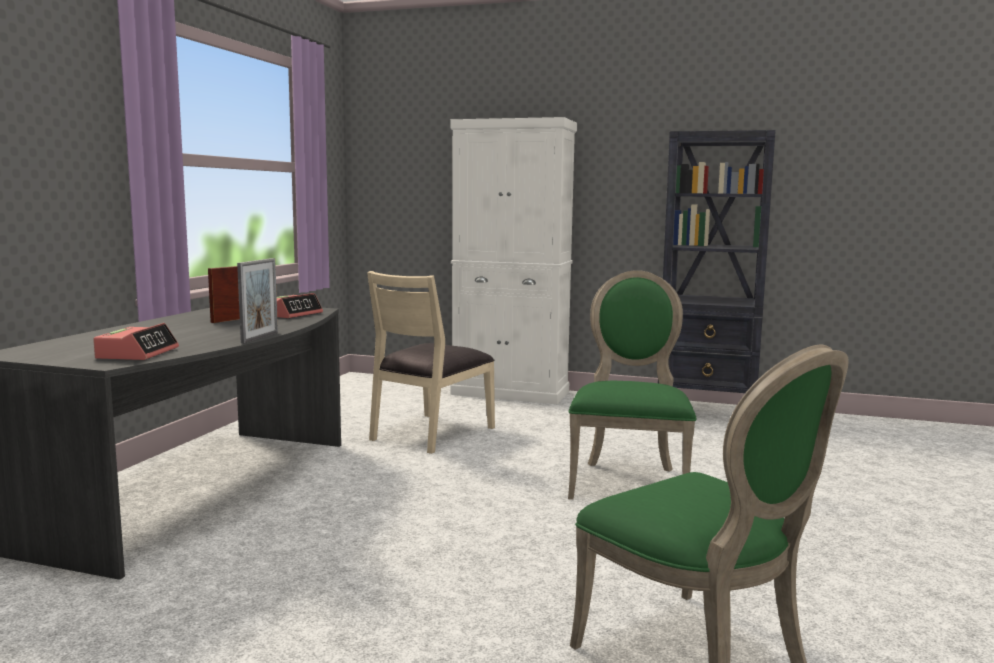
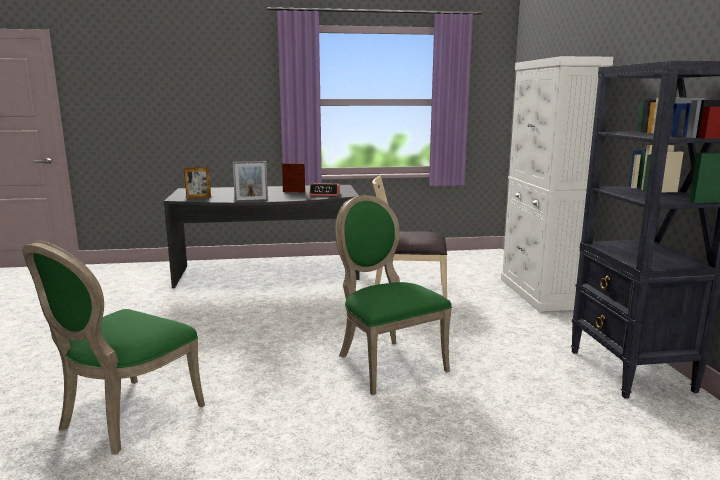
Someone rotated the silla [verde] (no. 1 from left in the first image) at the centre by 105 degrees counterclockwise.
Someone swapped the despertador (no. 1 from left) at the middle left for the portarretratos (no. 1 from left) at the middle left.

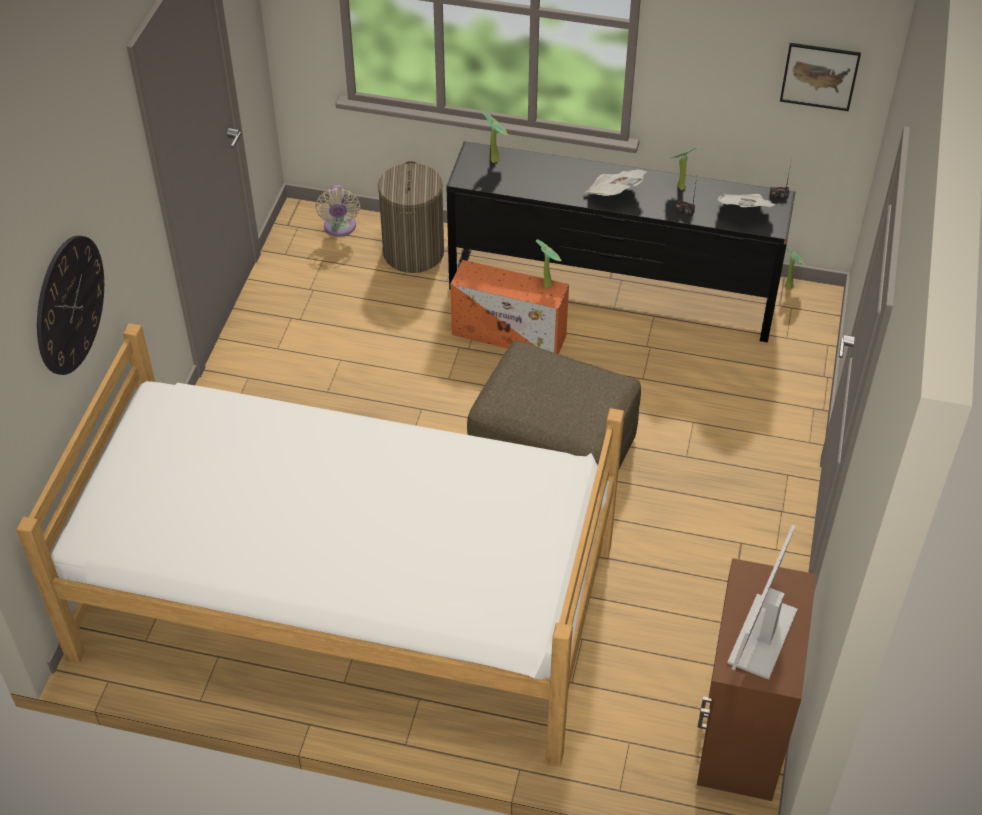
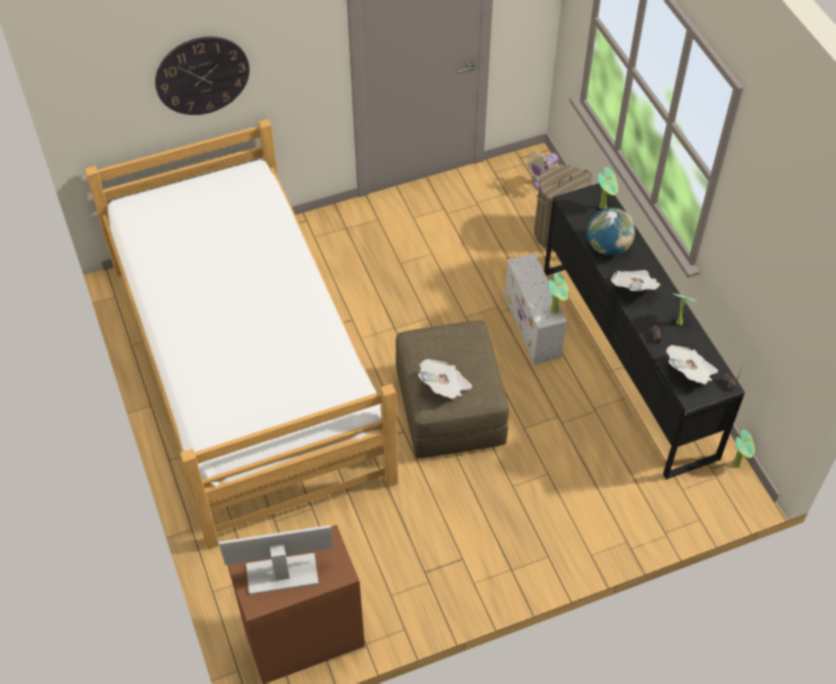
Someone took away the cuadro at the top right.
Someone repainted the caja de almacenaje [naranja] at the centre, which became the caja de almacenaje [blanco] at the centre.
Someone put down the globo terráqueo at the middle right.
Someone put down the periódico (no. 1 from left) at the centre.

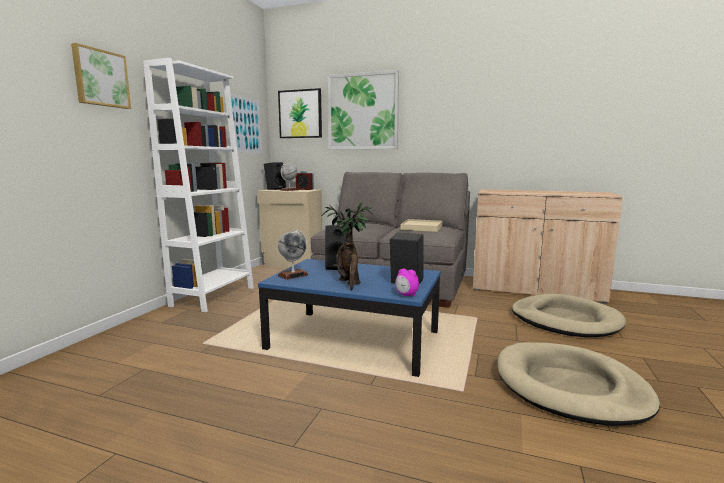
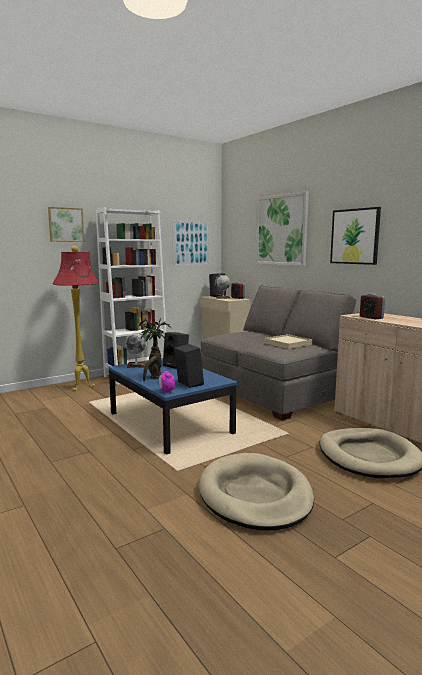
Someone carried the cuadro (no. 3 from left in the first image) from the top centre to the middle right.
Someone put down the lámpara de pie [rojo] at the middle left.
Someone put down the despertador (no. 3 from left) at the middle right.

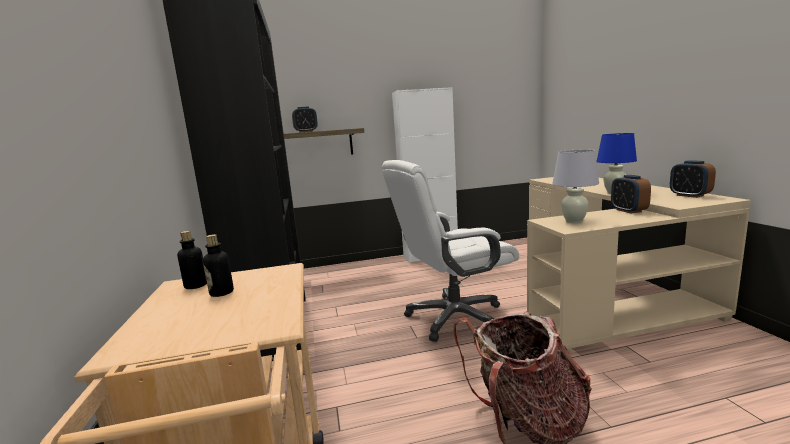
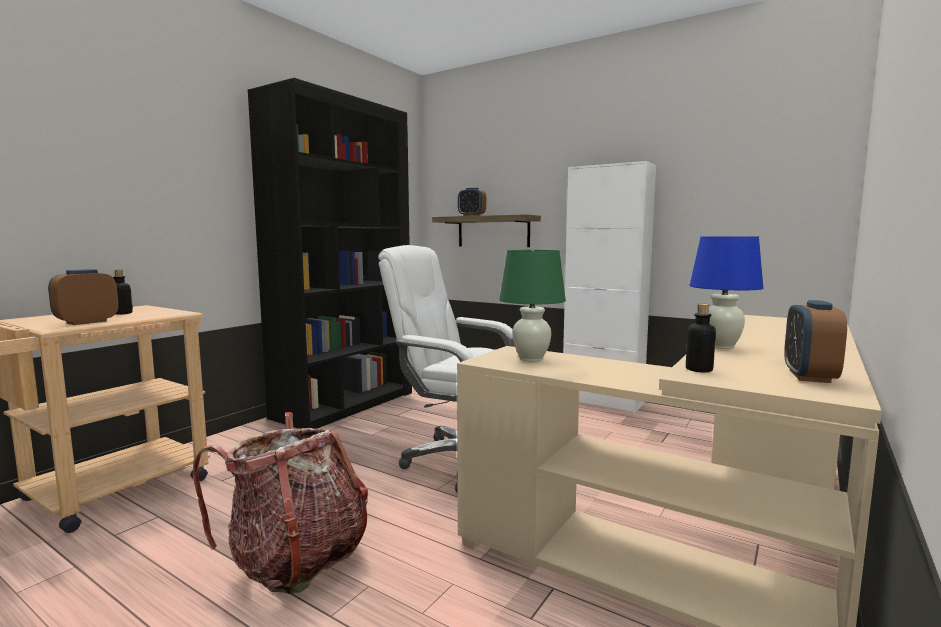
Someone repainted the lámpara de mesa [blanco] at the middle right, which became the lámpara de mesa [verde] at the centre.
Someone carried the despertador (no. 2 from left in the first image) from the middle right to the middle left.
Someone carried the botella (no. 1 from left in the first image) from the middle left to the middle right.

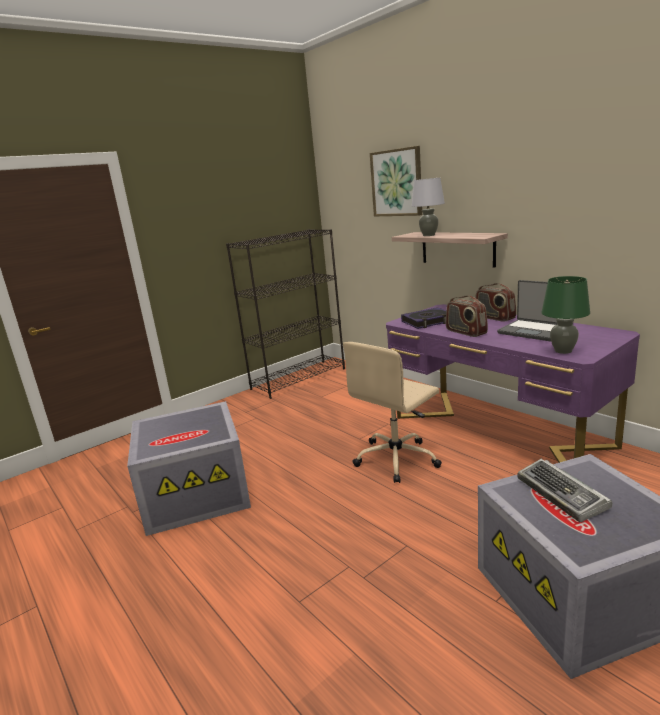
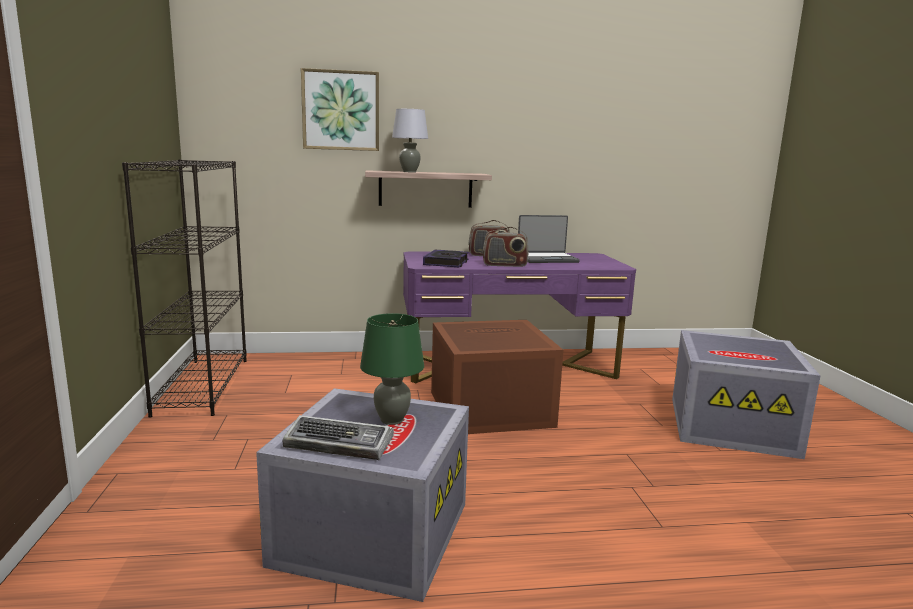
Someone carried the lámpara de mesa [verde] from the middle right to the centre.
Someone swapped the silla de oficina [beis] at the centre for the caja de almacenaje [marrón] at the centre.
Someone carried the teclado from the bottom right to the bottom centre.

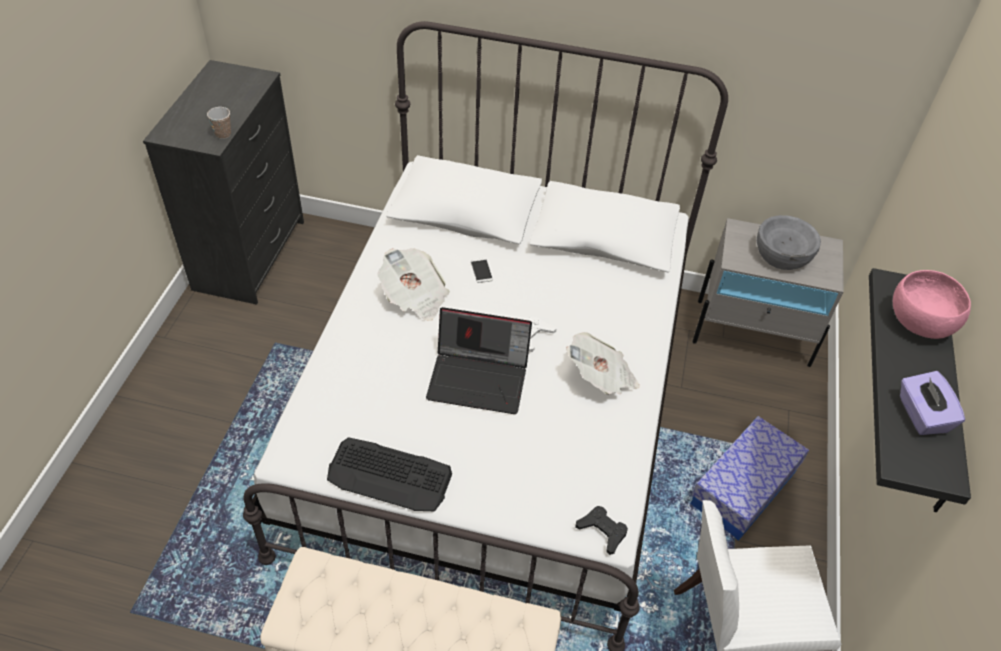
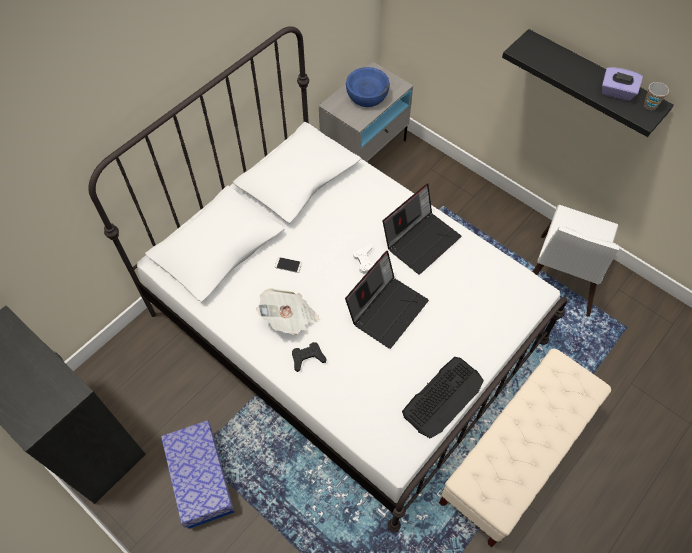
Someone carried the taza from the top left to the top right.
Someone repainted the cuenco [gris] at the middle right, which became the cuenco [azul] at the top centre.
Someone took away the cuenco [rosa] at the middle right.
Someone swapped the periódico (no. 2 from left) at the centre for the portátil (no. 2 from left) at the centre.
Someone carried the caja de almacenaje from the bottom right to the bottom left.
Someone carried the mando de consola [negro] from the bottom centre to the centre.

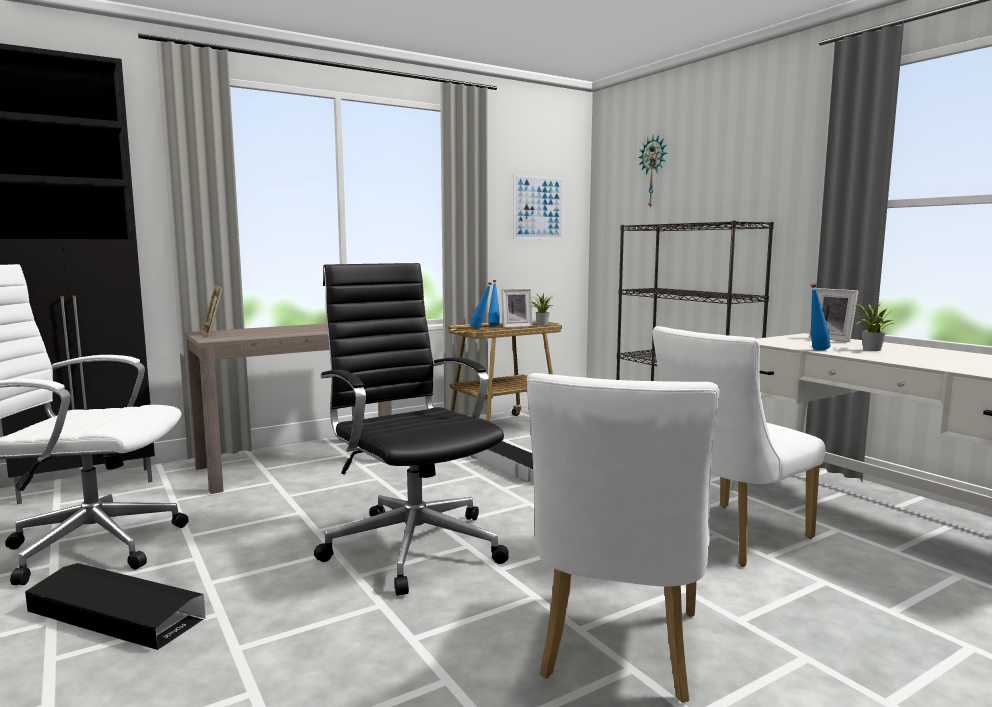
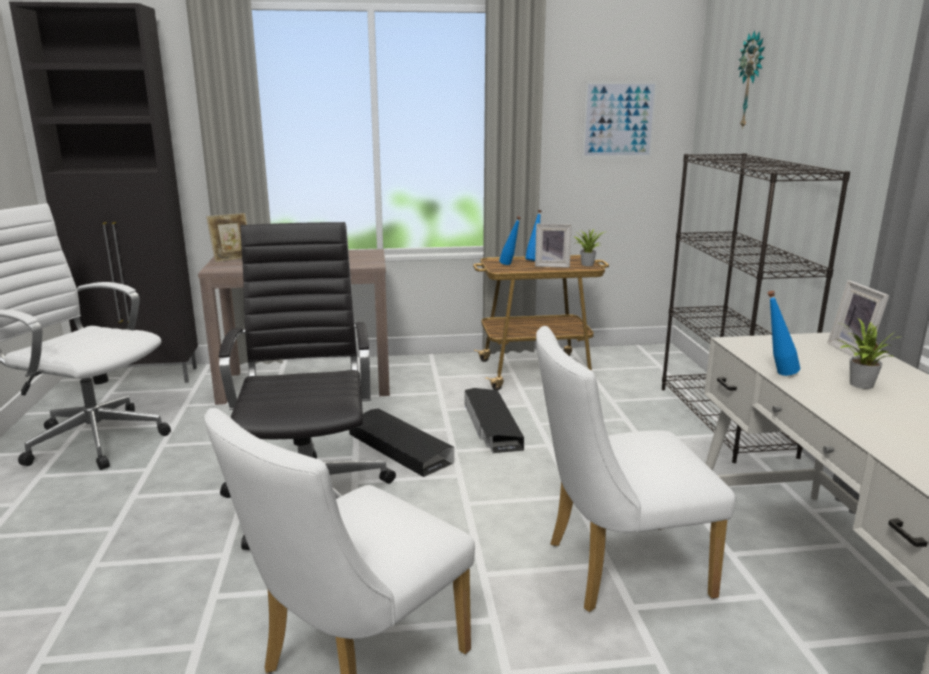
Someone rotated the portarretratos (no. 1 from left) at the middle left by 120 degrees counterclockwise.
Someone carried the caja de almacenaje [negro] (no. 1 from left) from the bottom left to the centre.

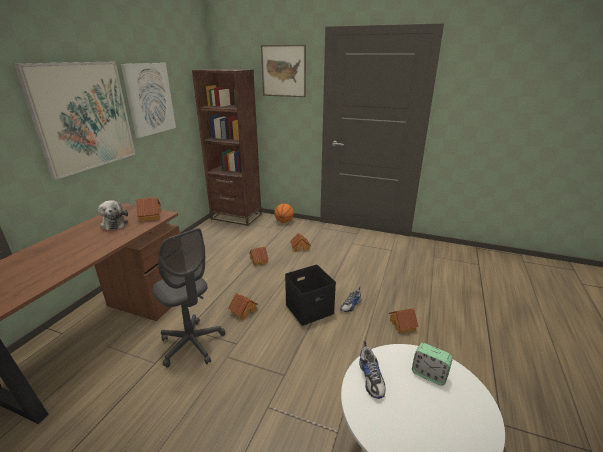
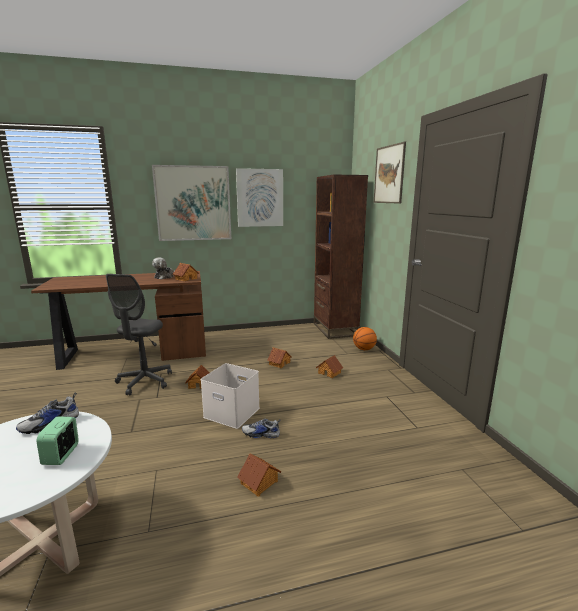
Someone repainted the caja de almacenaje [negro] at the centre, which became the caja de almacenaje [blanco] at the centre.

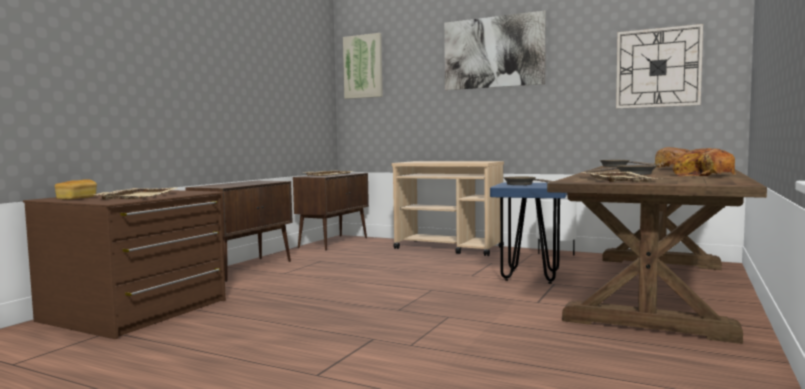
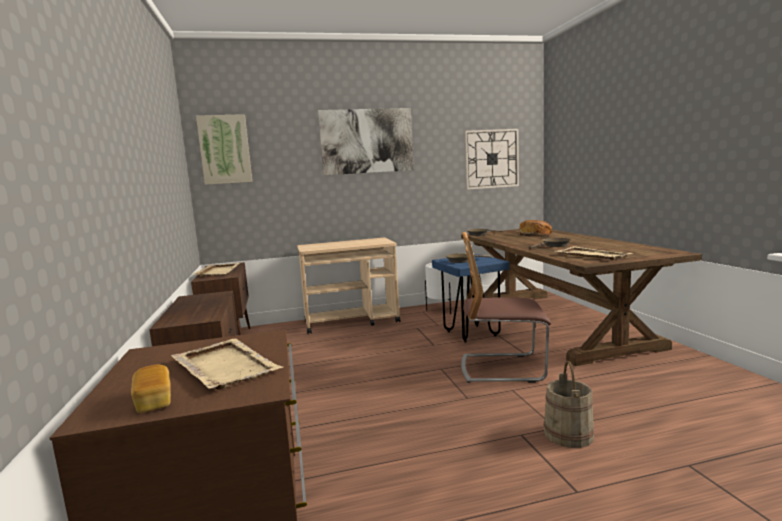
Someone took away the pan (no. 3 from left) at the middle right.
Someone put down the silla at the centre.
Someone put down the cubo [beis] at the bottom right.

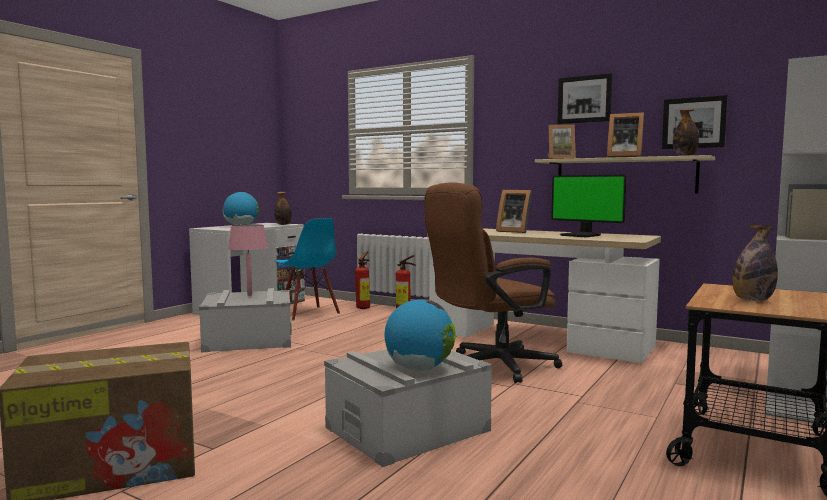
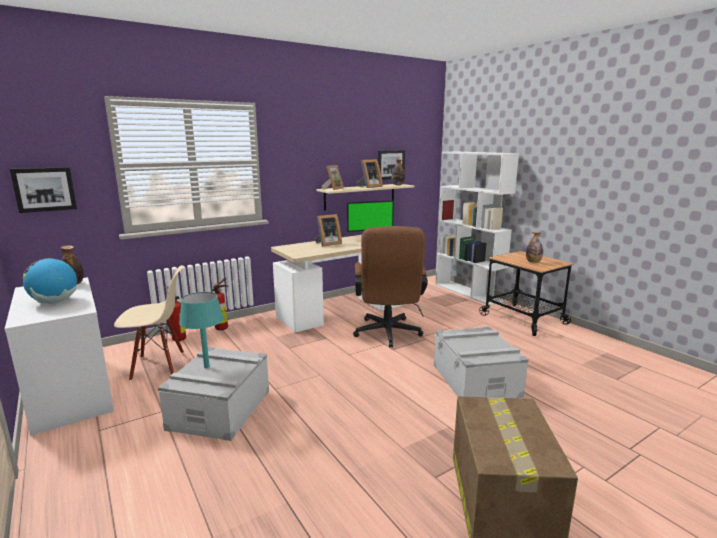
Someone carried the cuadro (no. 1 from left) from the top right to the middle left.
Someone repainted the silla [azul] at the centre, which became the silla [beis] at the middle left.
Someone repainted the lámpara de mesa [rosa] at the middle left, which became the lámpara de mesa [turquesa] at the middle left.
Someone took away the globo terráqueo (no. 2 from left) at the bottom centre.

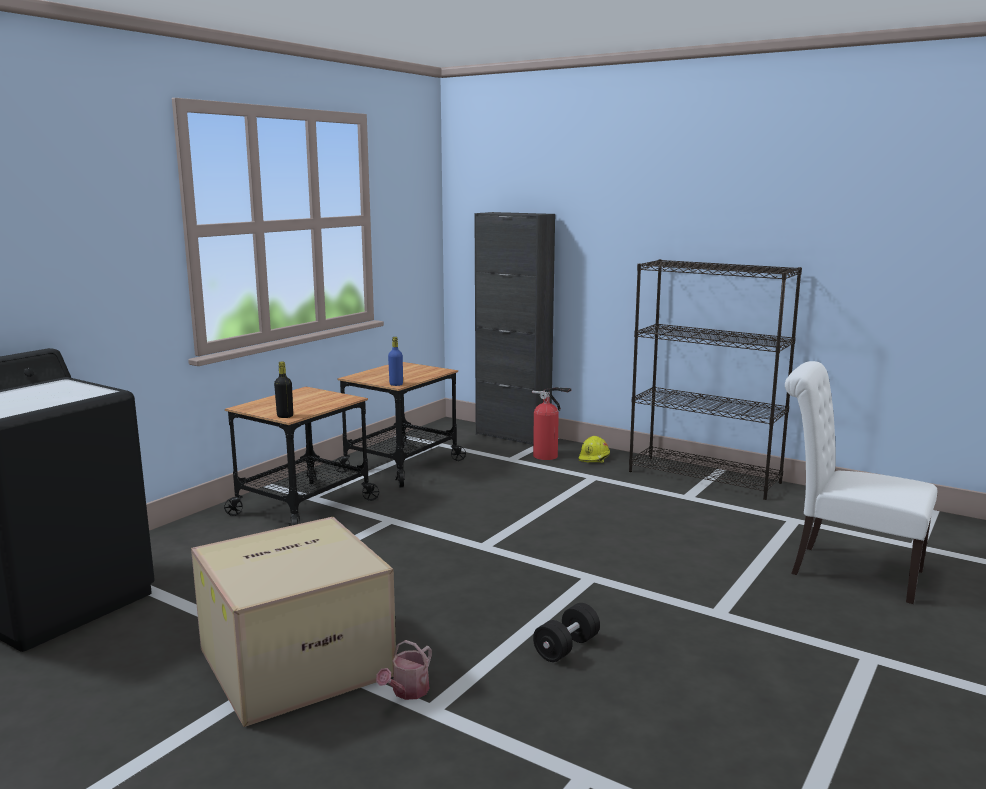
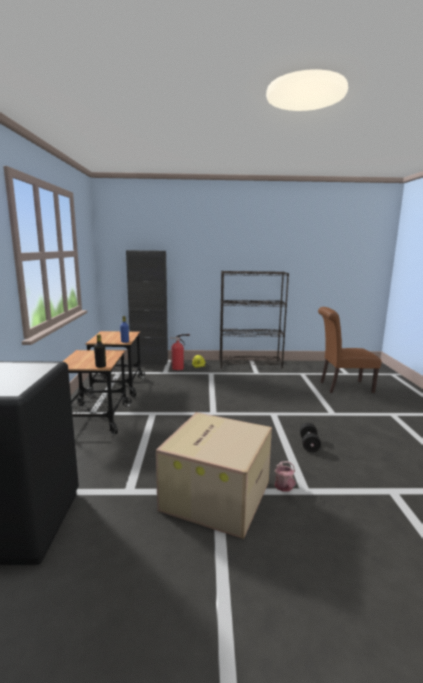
Someone repainted the silla [blanco] at the middle right, which became the silla [marrón] at the middle right.

